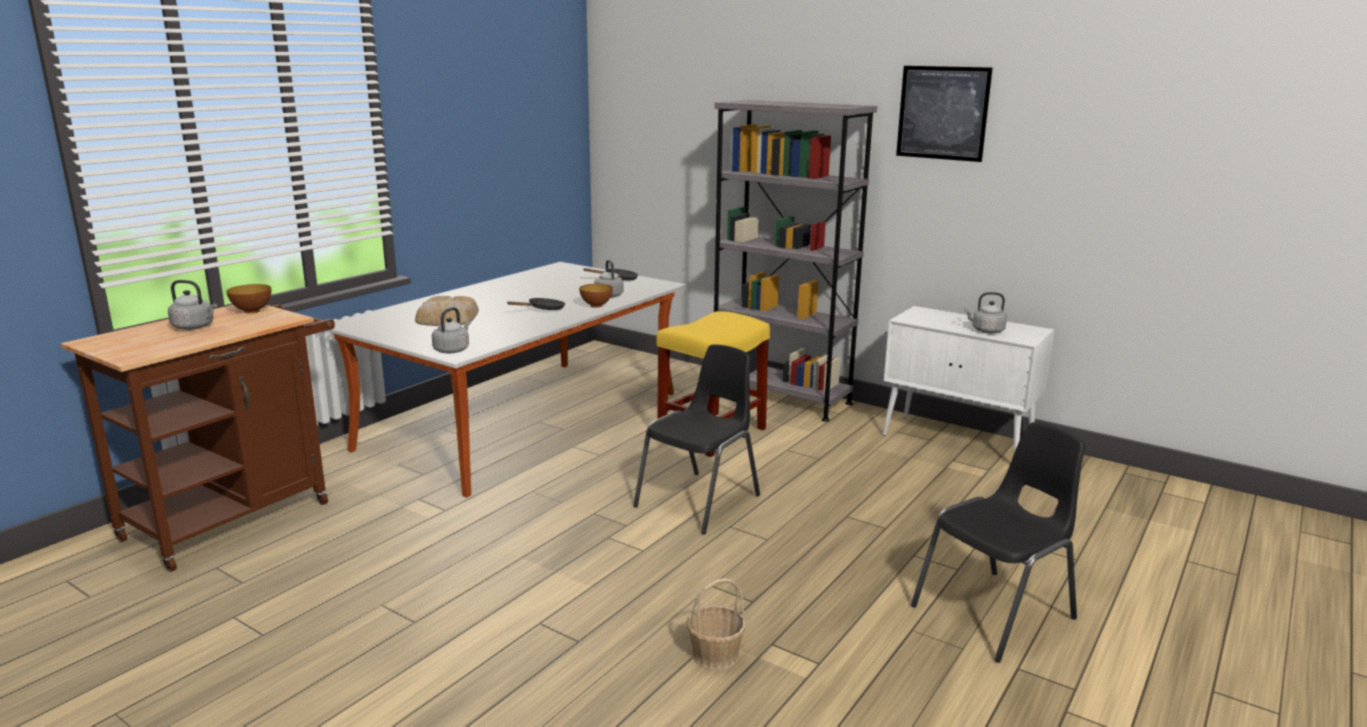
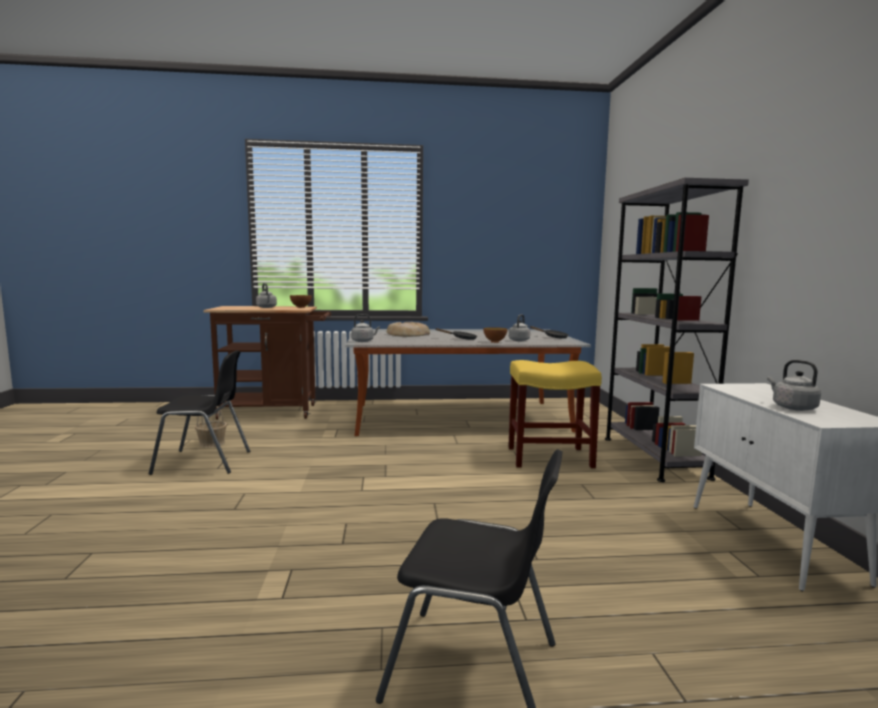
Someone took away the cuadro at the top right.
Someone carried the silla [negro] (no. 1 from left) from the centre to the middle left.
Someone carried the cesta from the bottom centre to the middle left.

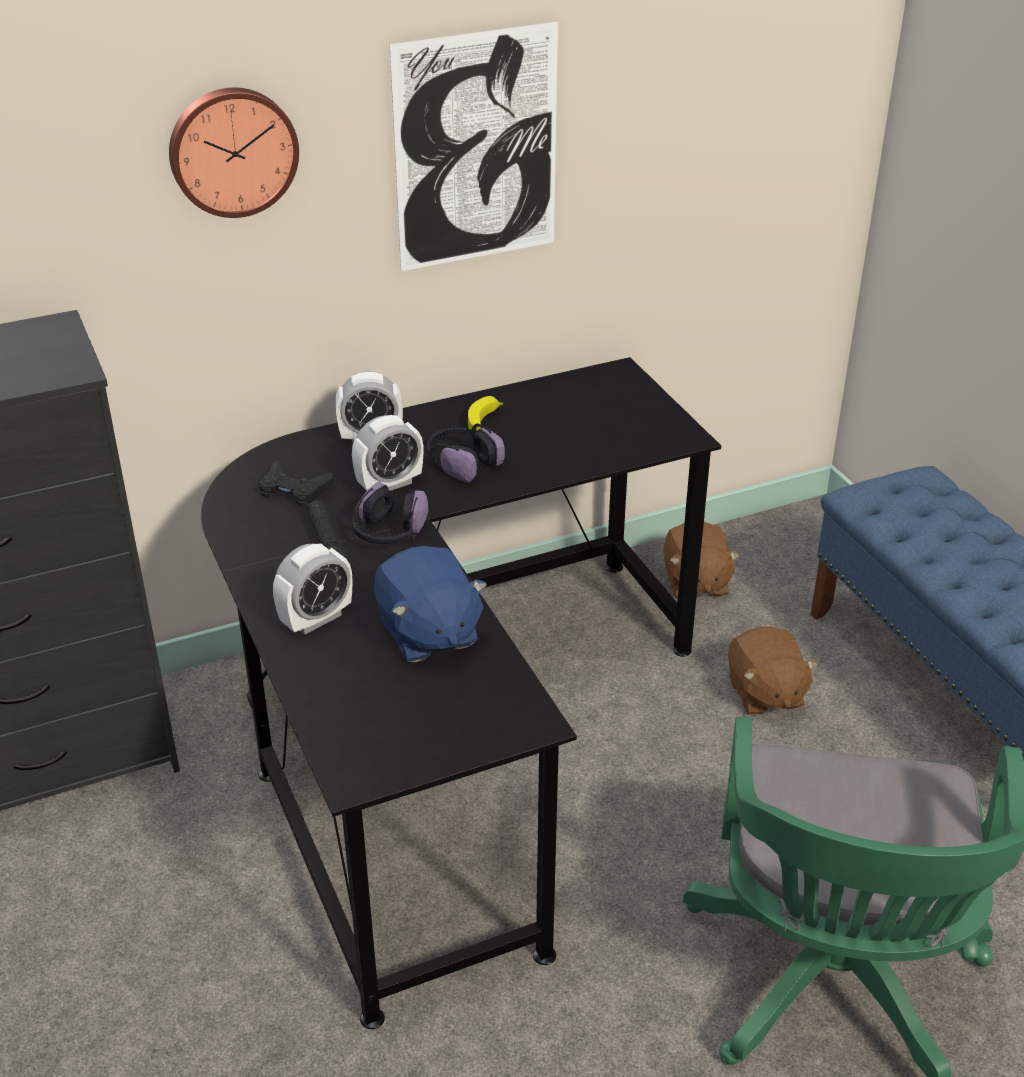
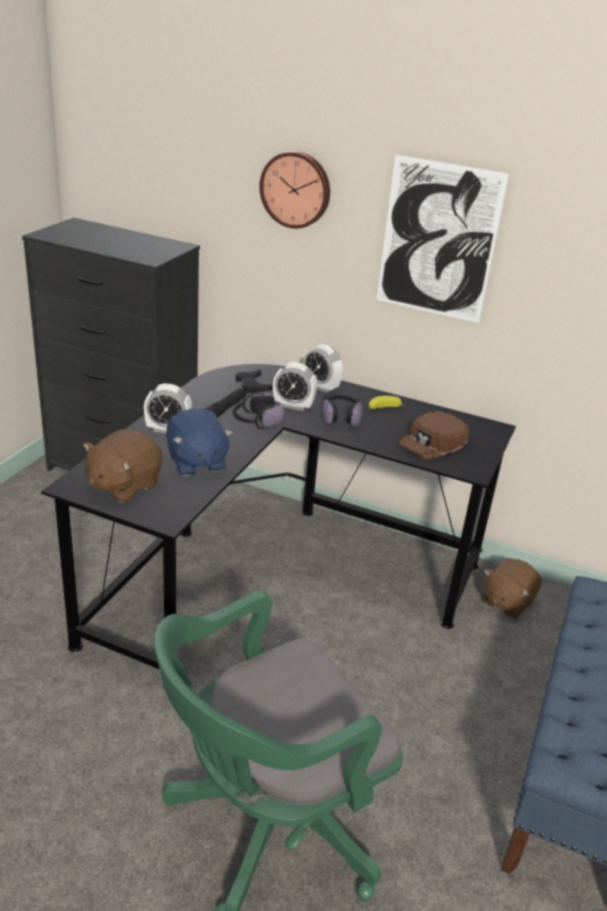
Someone rotated the peluche [azul] at the centre by 45 degrees counterclockwise.
Someone carried the peluche [marrón] (no. 2 from left in the first image) from the middle right to the middle left.
Someone put down the gorra [marrón] at the middle right.

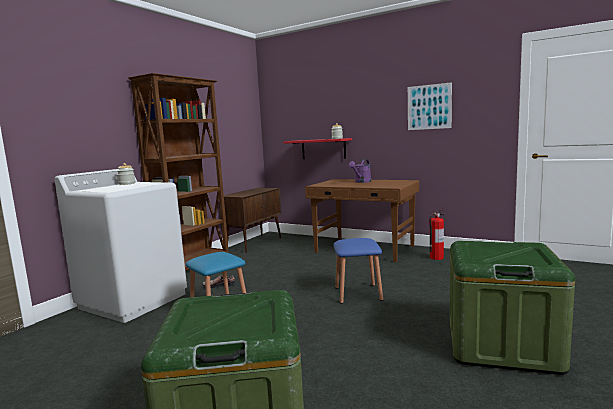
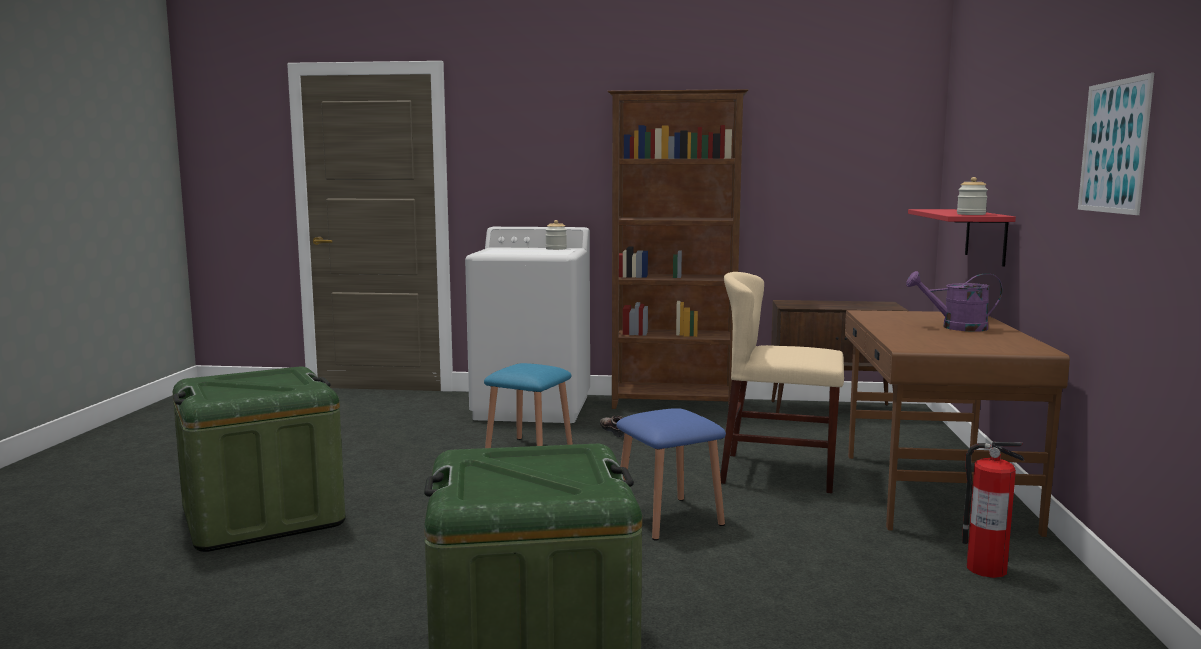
Someone put down the silla [beis] at the centre.

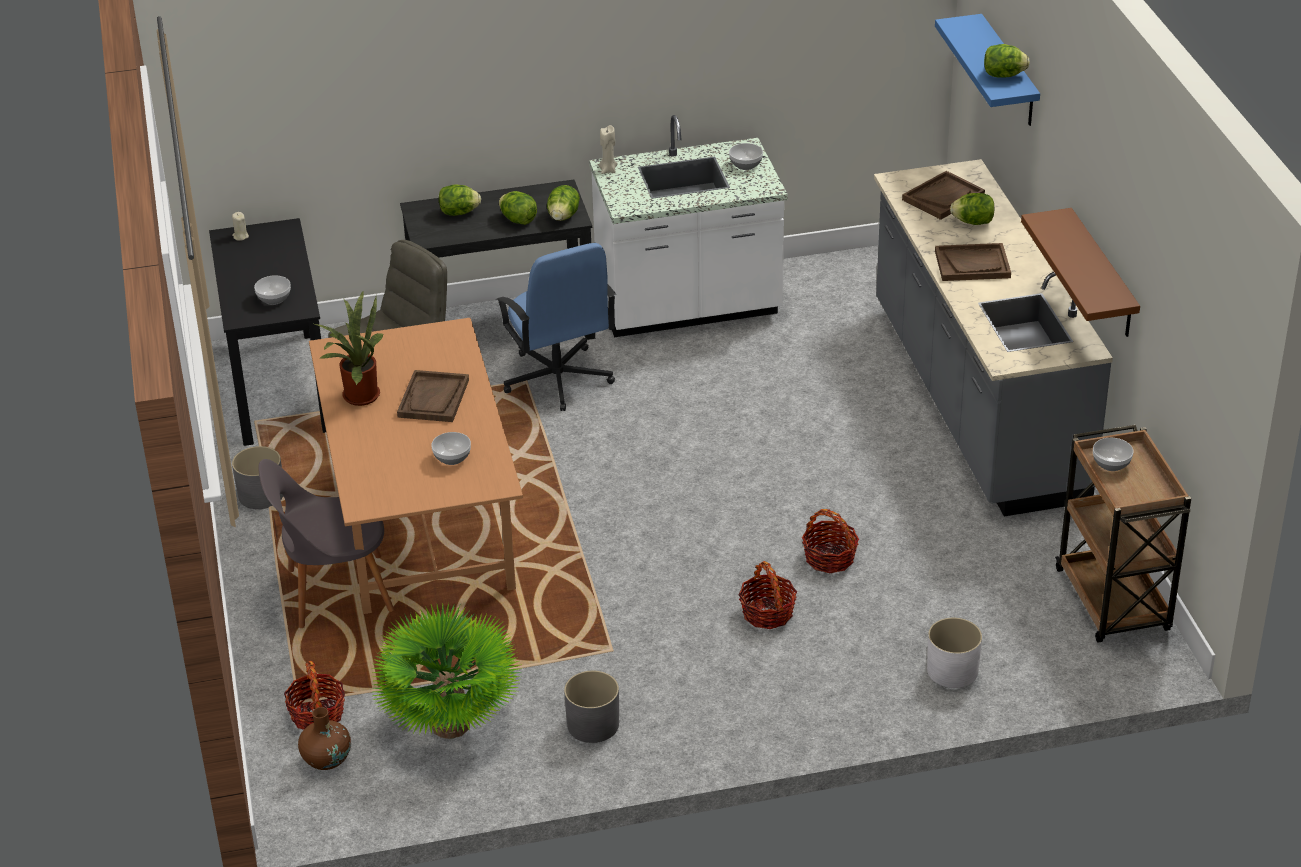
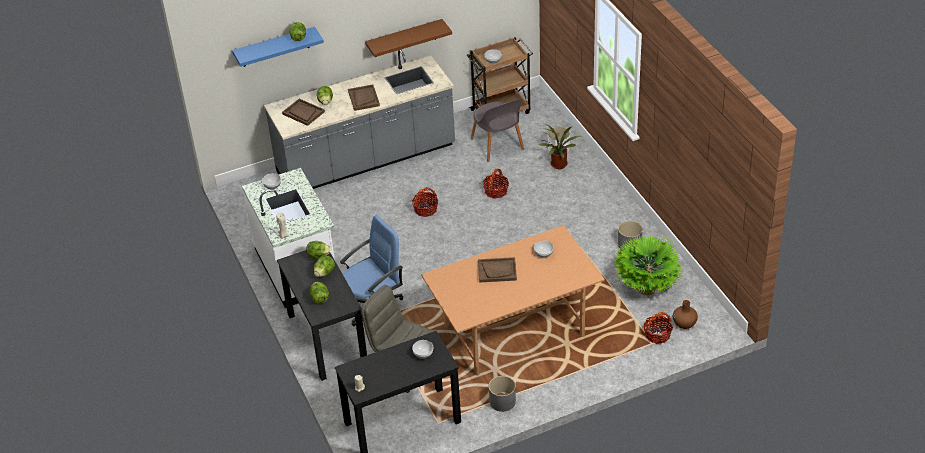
Someone carried the planta en maceta (no. 1 from left) from the middle left to the top centre.
Someone carried the silla [gris] from the middle left to the top centre.
Someone carried the cesta (no. 2 from left in the first image) from the bottom centre to the centre.

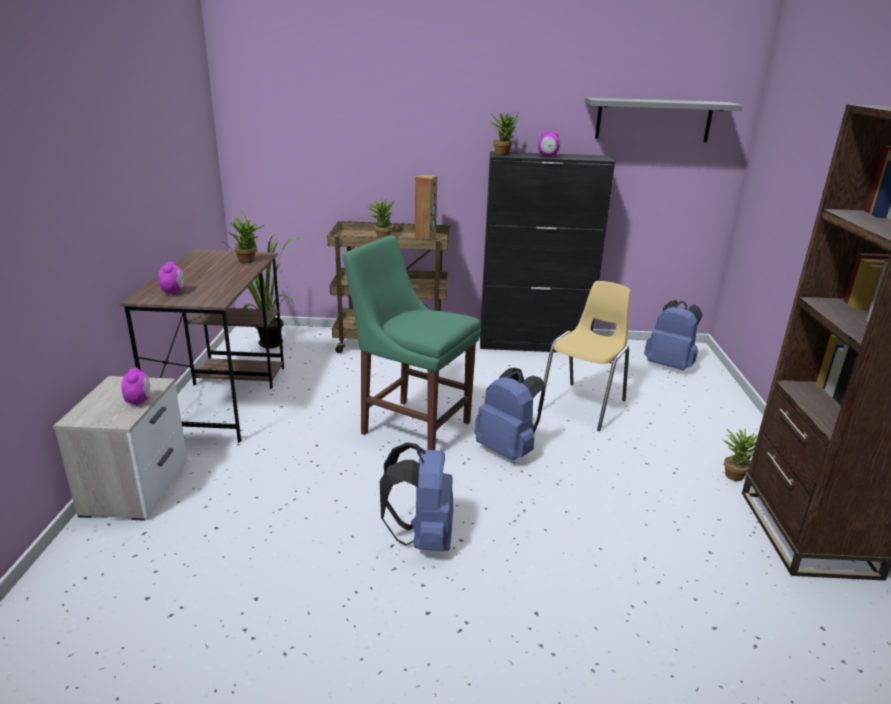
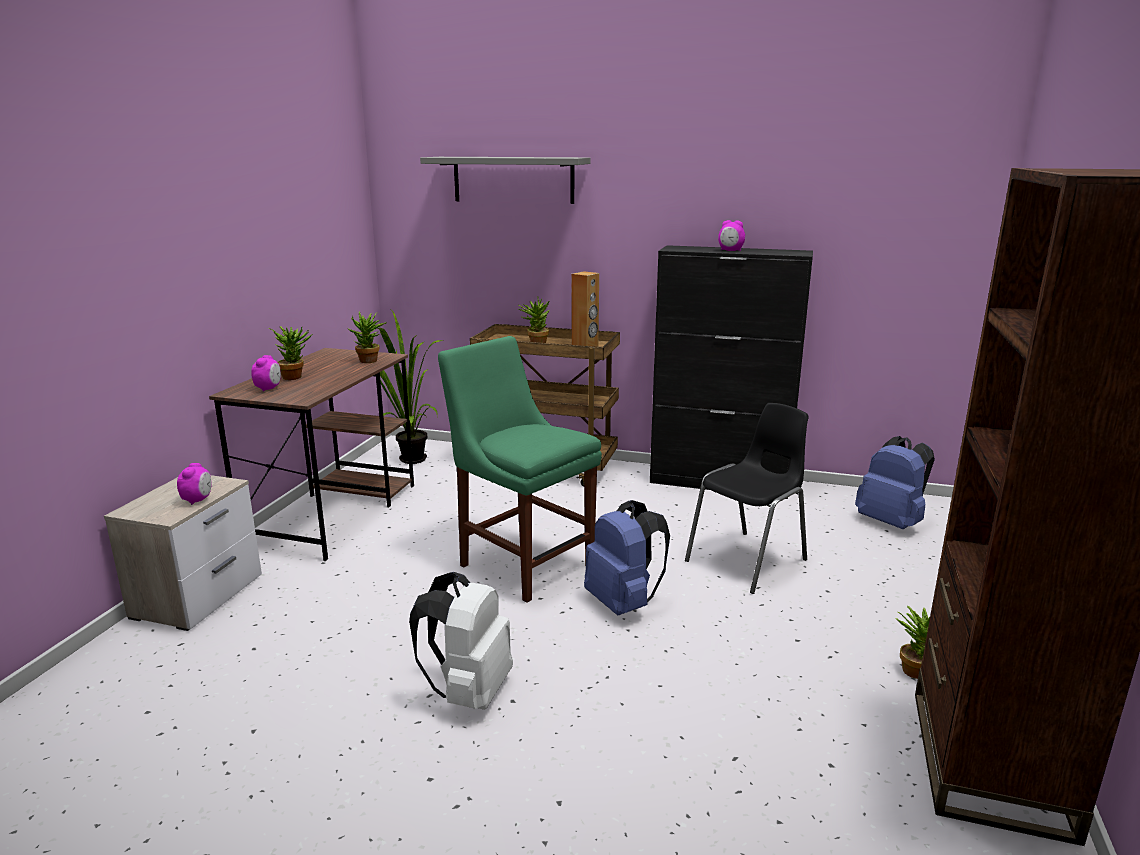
Someone carried the estante [gris] from the top right to the top centre.
Someone carried the planta en maceta (no. 4 from left in the first image) from the top centre to the middle left.
Someone repainted the silla [amarillo] at the centre, which became the silla [negro] at the centre.
Someone repainted the mochila [azul] (no. 1 from left) at the bottom centre, which became the mochila [blanco] at the bottom centre.

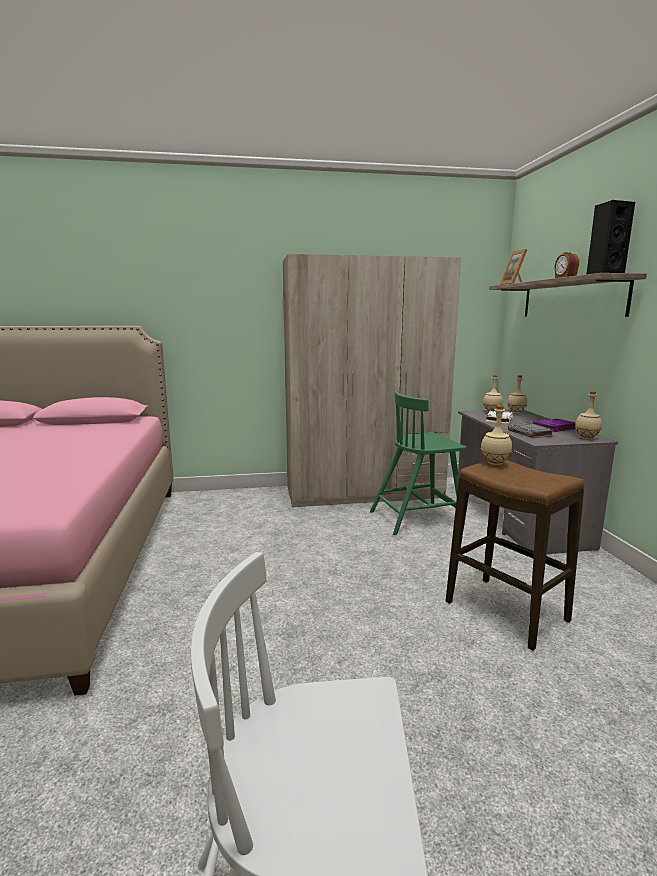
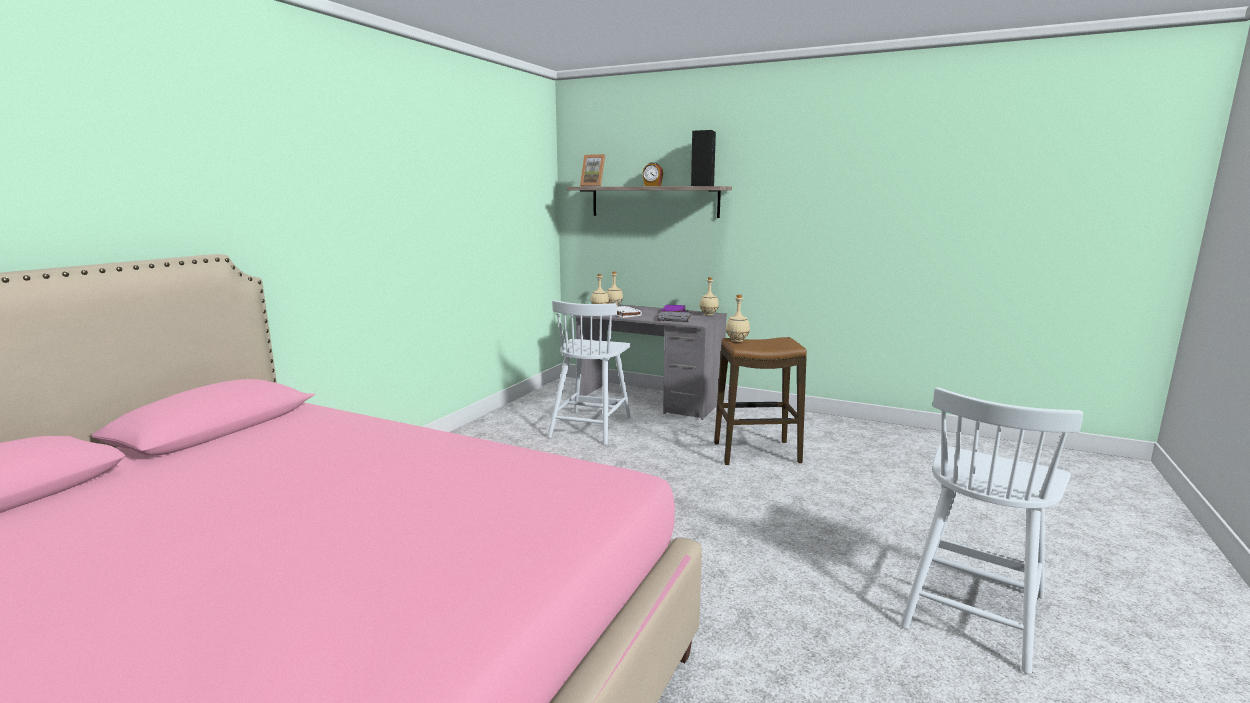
Someone took away the armario ropero [beis] at the centre.
Someone repainted the silla [verde] at the centre, which became the silla [blanco] (no. 1 from left) at the centre.

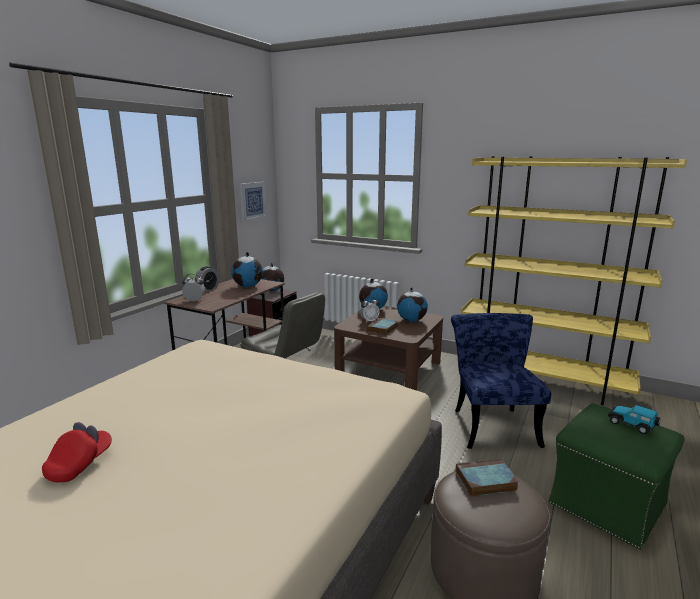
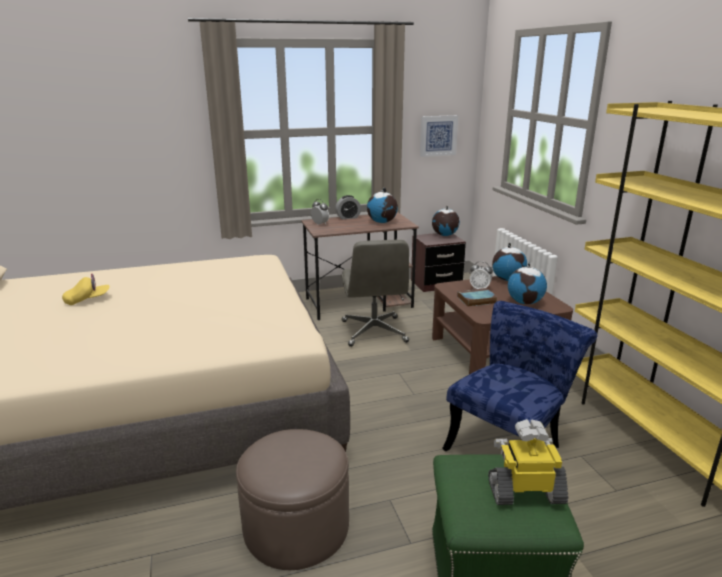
Someone swapped the coche de juguete at the bottom right for the robot de juguete at the bottom right.
Someone repainted the gorra [rojo] at the bottom left, which became the gorra [amarillo] at the middle left.
Someone took away the libro (no. 2 from left) at the bottom right.

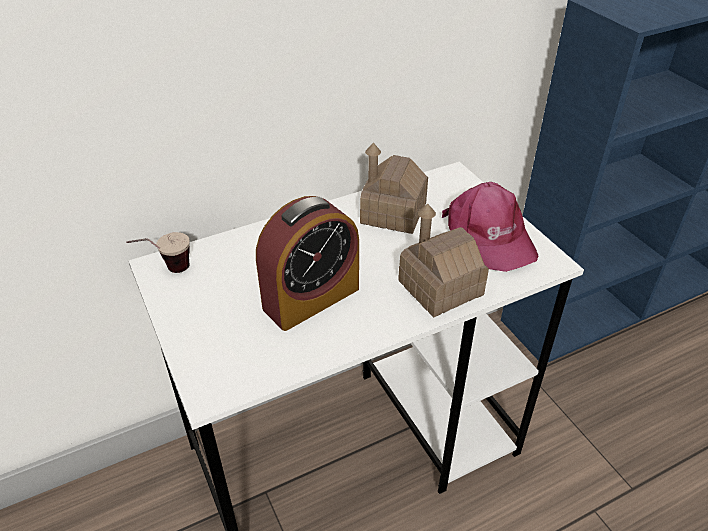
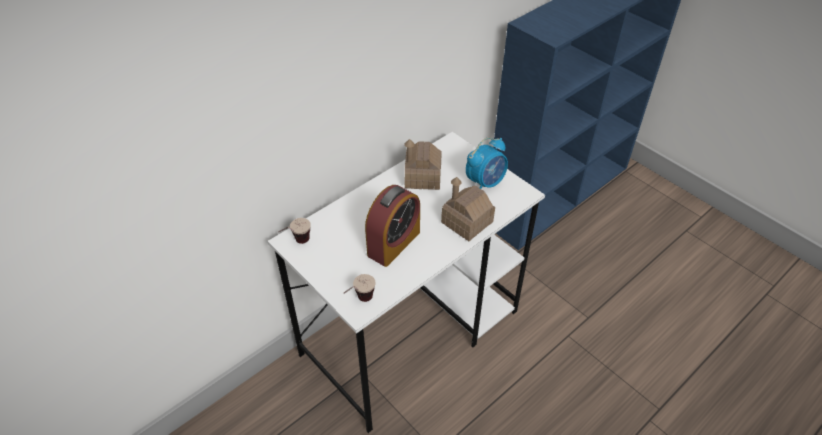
Someone swapped the gorra [rosa] at the middle right for the despertador (no. 2 from left) at the centre.
Someone put down the taza (no. 2 from left) at the centre.

